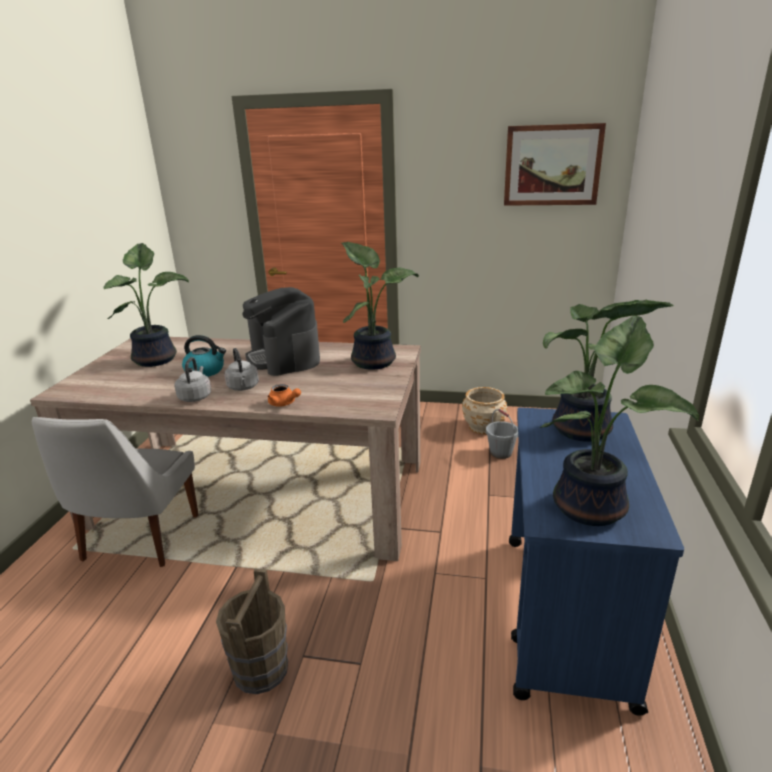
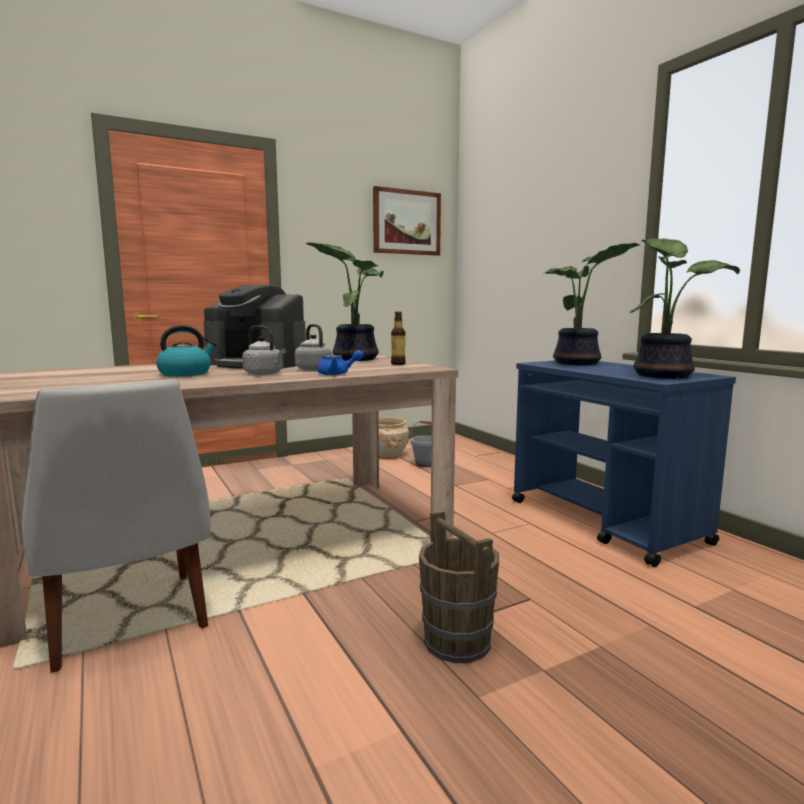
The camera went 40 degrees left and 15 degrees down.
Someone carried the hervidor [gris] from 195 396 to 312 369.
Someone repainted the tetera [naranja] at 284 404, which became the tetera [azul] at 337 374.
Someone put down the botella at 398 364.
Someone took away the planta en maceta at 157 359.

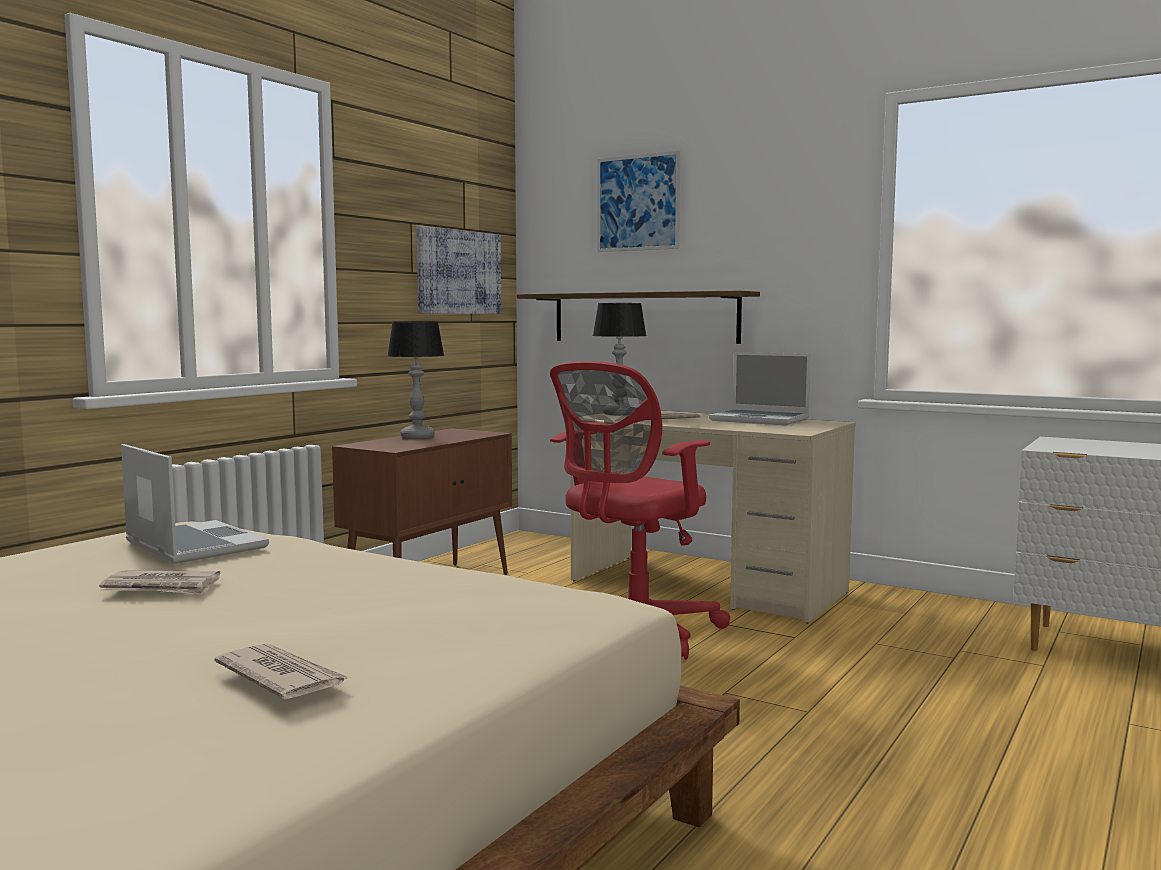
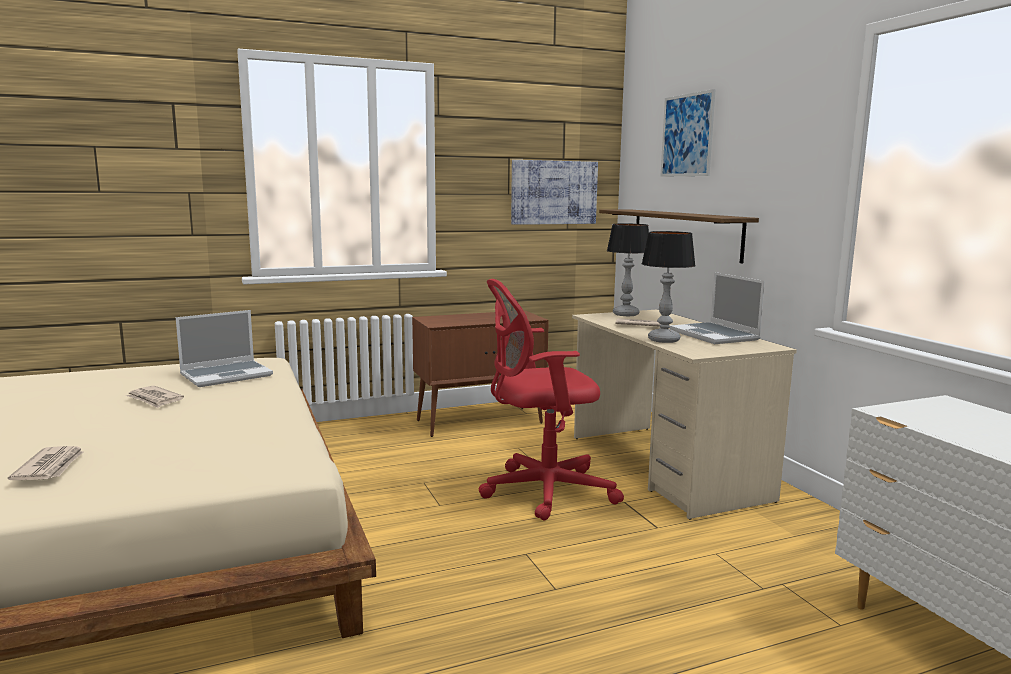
The camera went 35 degrees right and 5 degrees up.
Someone rotated the portátil at 192 545 by 60 degrees clockwise.
Someone carried the lámpara de mesa from 418 437 to 664 340.

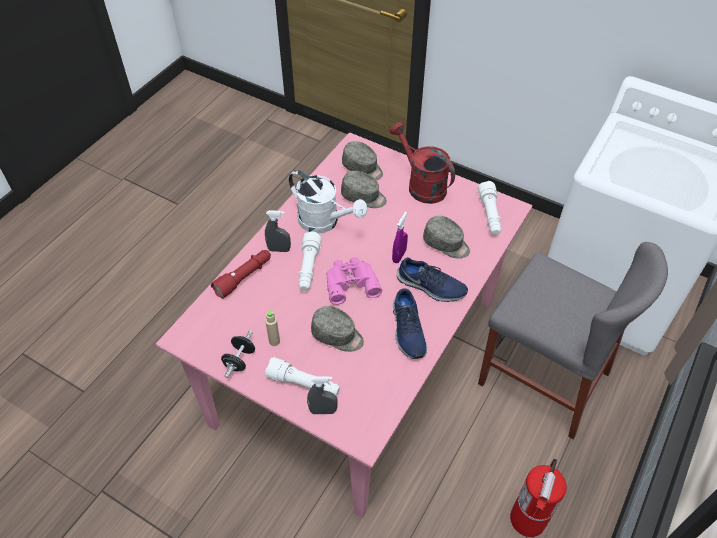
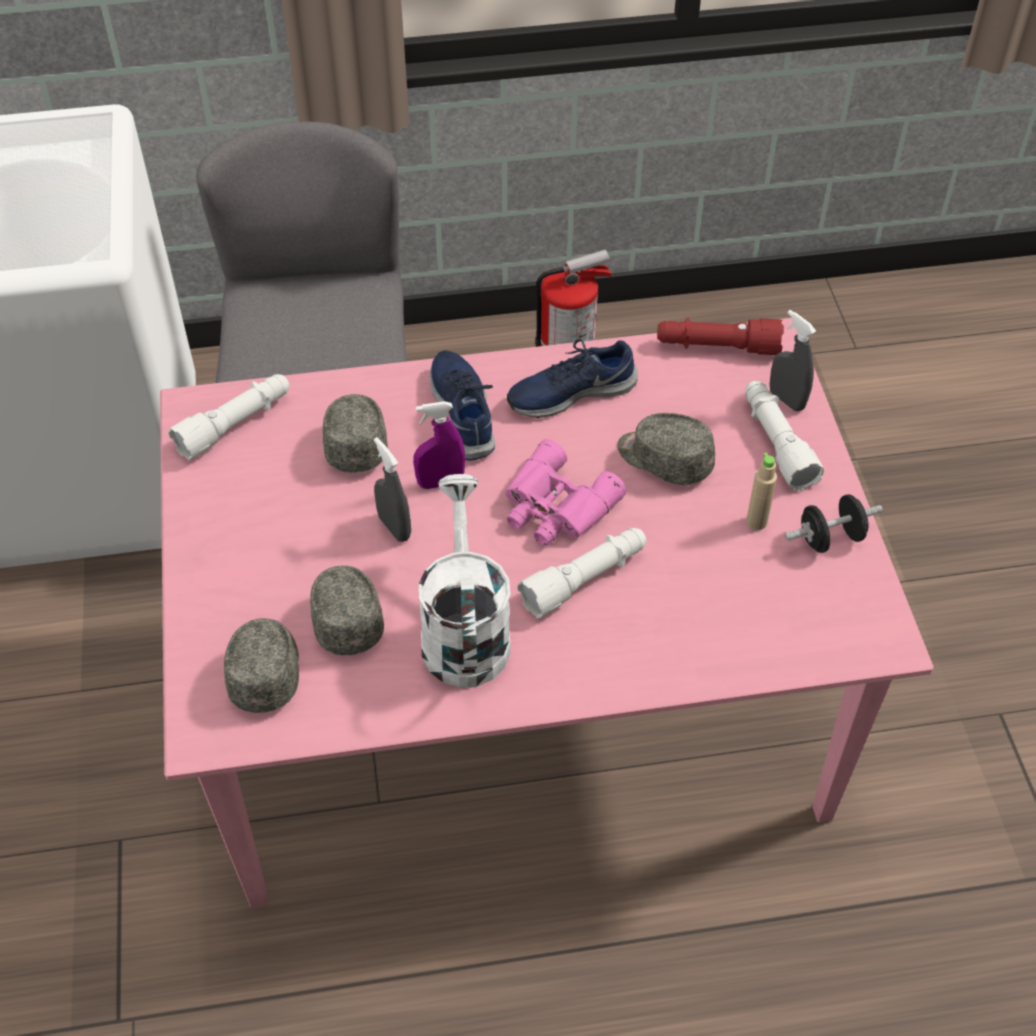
The camera went 130 degrees left and 0 degrees up.
Someone carried the pulverizador [gris] from 279 249 to 394 527.
Someone rotated the zapato [azul] at 407 330 by 150 degrees counterclockwise.
Someone rotated the gorra [gris] at 337 335 by 45 degrees counterclockwise.
Someone carried the linterna [rojo] from 244 277 to 717 347.
Someone took away the regadera [rojo] at 421 185.

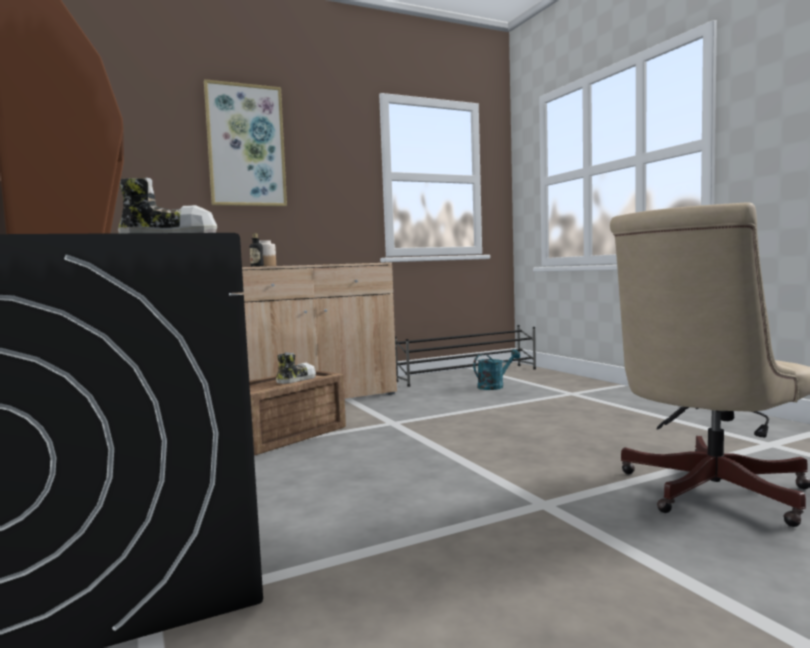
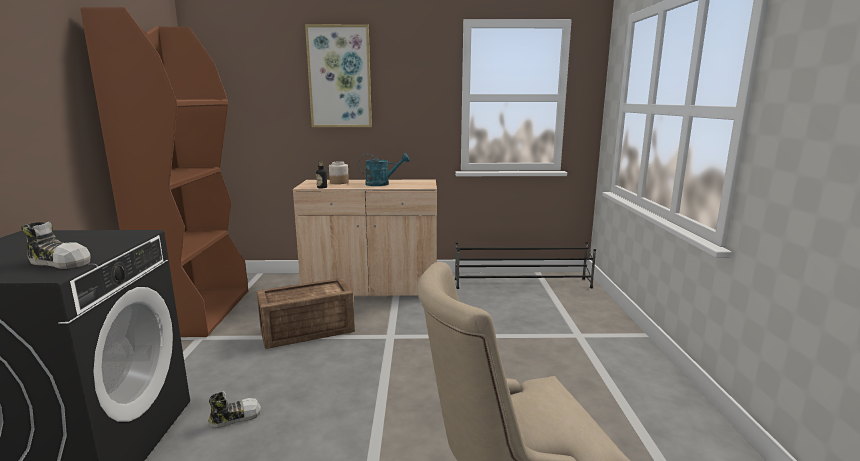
The camera went 25 degrees right and 10 degrees up.
Someone carried the zapato from 295 380 to 235 417.
Someone carried the regadera [turquesa] from 494 386 to 382 184.

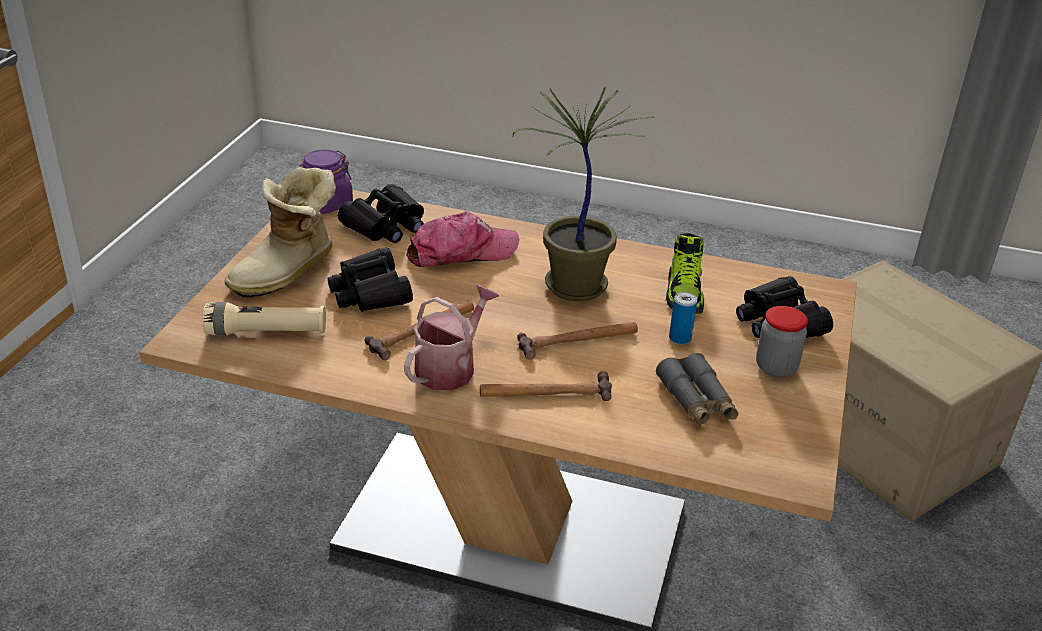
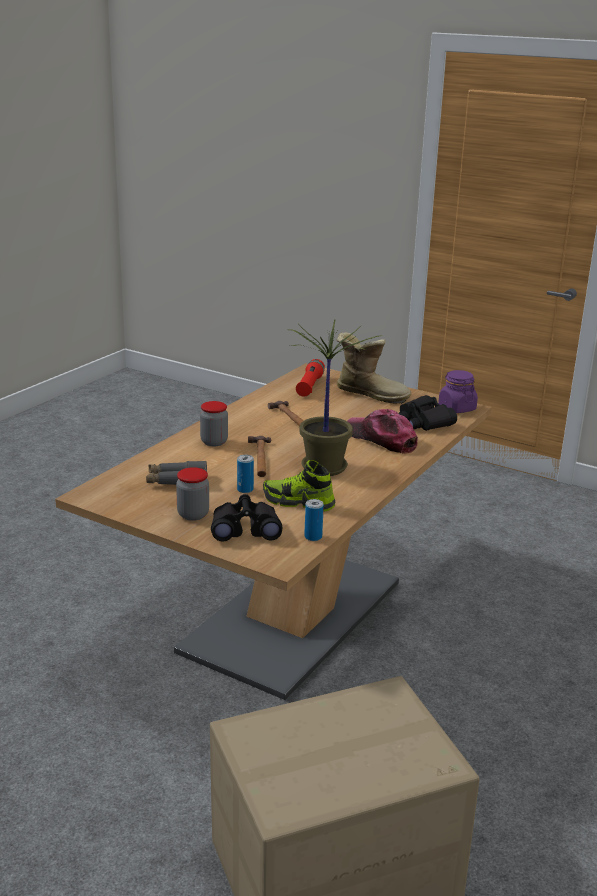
The camera went 105 degrees right and 10 degrees down.
Someone swapped the martillo at 545 392 for the tarro at 214 442.
Someone repainted the linterna [beis] at 266 332, which became the linterna [rojo] at 309 386.
Someone put down the lata at 313 537.
Someone rotated the bota at 288 272 by 150 degrees clockwise.
Someone rotated the gorra at 461 252 by 135 degrees clockwise.
Someone took away the prismáticos [negro] at 370 292.
Someone took away the regadera at 450 367.

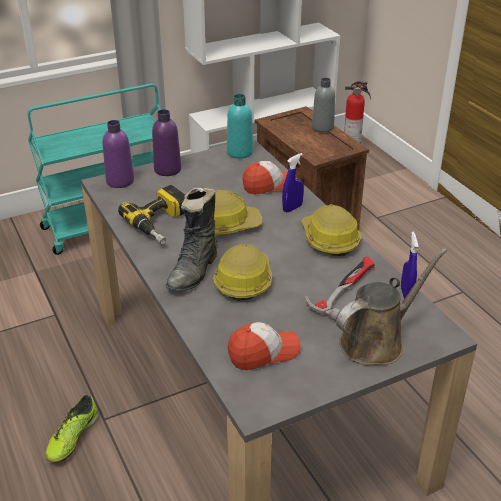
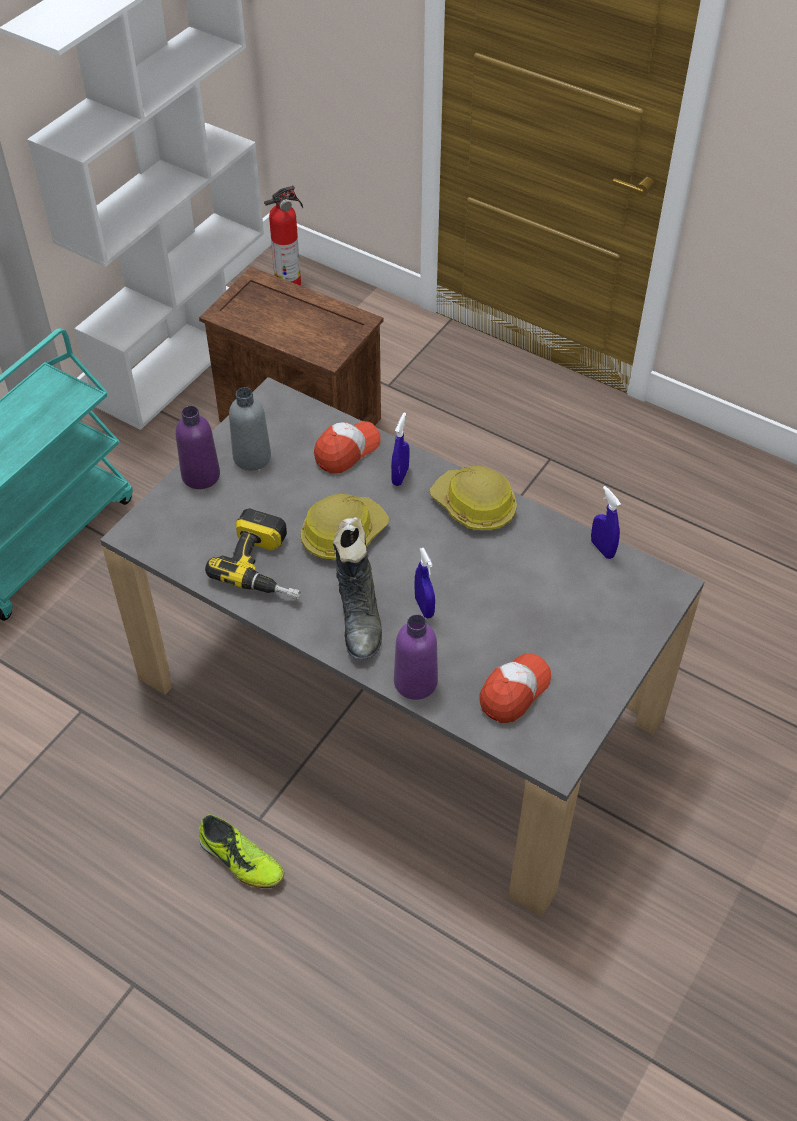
The camera went 30 degrees left and 15 degrees up.
Someone rotated the zapato at 72 438 by 45 degrees counterclockwise.
Someone carried the botella [gris] from 322 127 to 252 457.
Someone carried the botella [morado] from 120 181 to 415 682.
Someone swapped the casco at 243 280 for the pulverizador [azul] at 424 607.
Someone took away the botella [turquesa] at 240 152.
Someone took away the martillo at 343 288.
Someone took away the regadera [marrón] at 376 341.

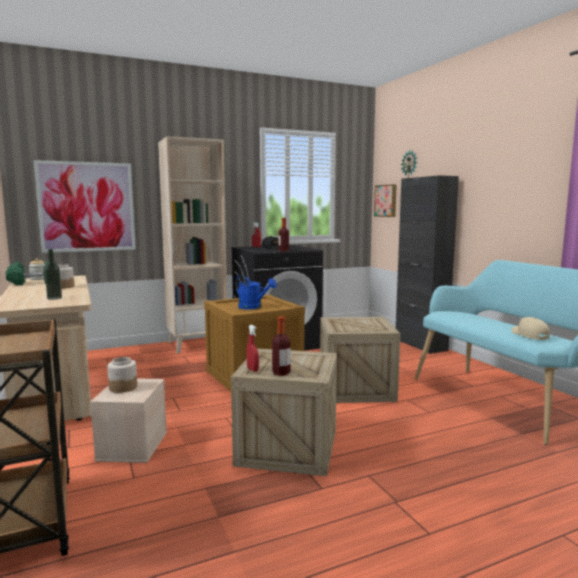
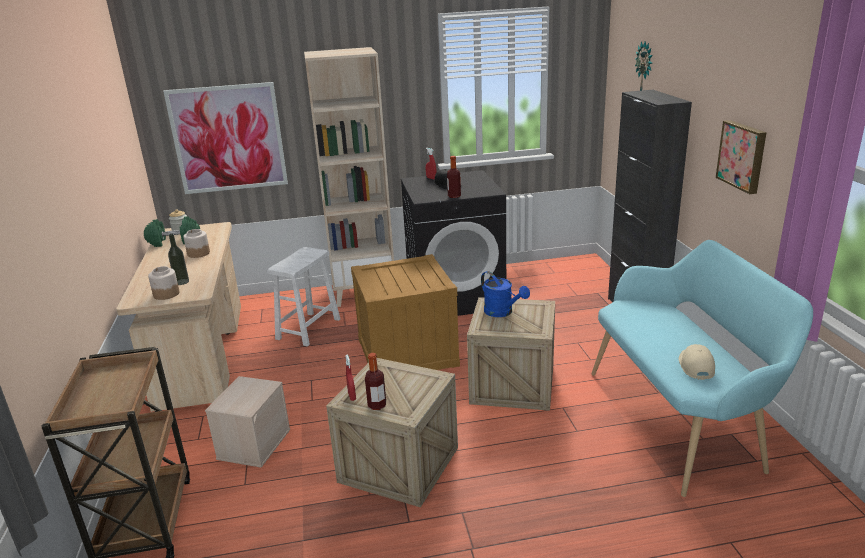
The camera went 15 degrees right and 15 degrees up.
Someone carried the tarro from 123 387 to 166 294.
Someone put down the taburete [blanco] at 308 329.
Someone carried the regadera [azul] from 253 307 to 502 312.
Someone carried the cuadro from 386 200 to 743 156.

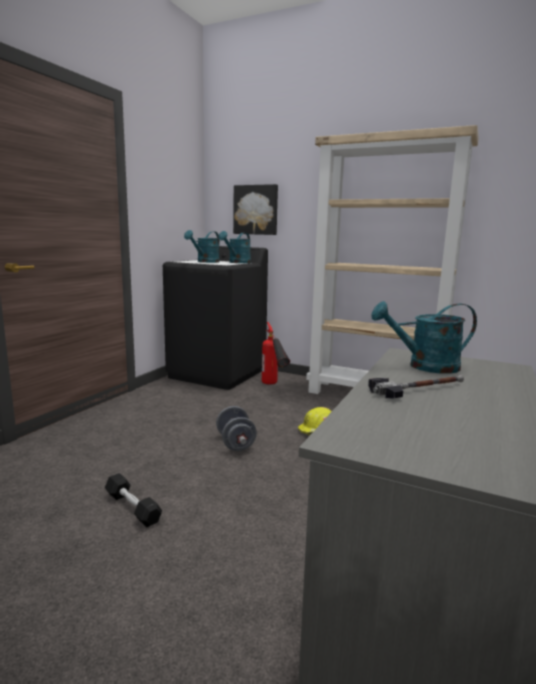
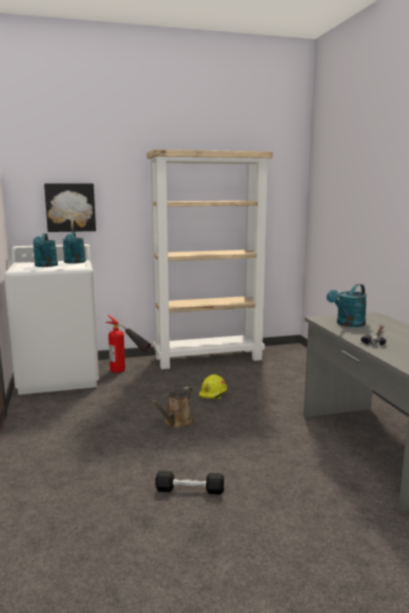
The camera went 40 degrees left and 0 degrees up.
Someone repainted the lavadora [negro] at 217 374, which became the lavadora [blanco] at 60 376.
Someone swapped the mancuerna [gris] at 235 443 for the regadera [marrón] at 177 423.

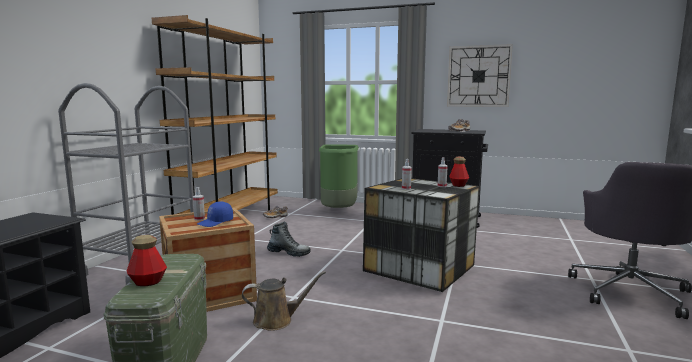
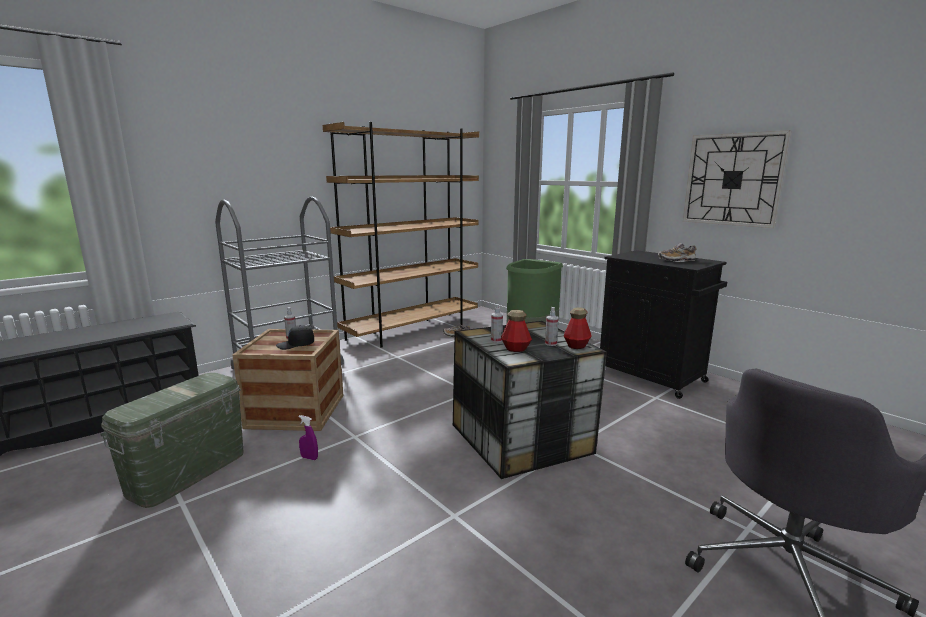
The camera went 30 degrees right and 5 degrees up.
Someone repainted the gorra [azul] at 215 222, which became the gorra [negro] at 295 345.
Someone swapped the regadera [marrón] at 277 320 for the pulverizador [morado] at 309 458.
Someone carried the botella from 148 282 to 515 349.
Someone took away the bota at 289 253.

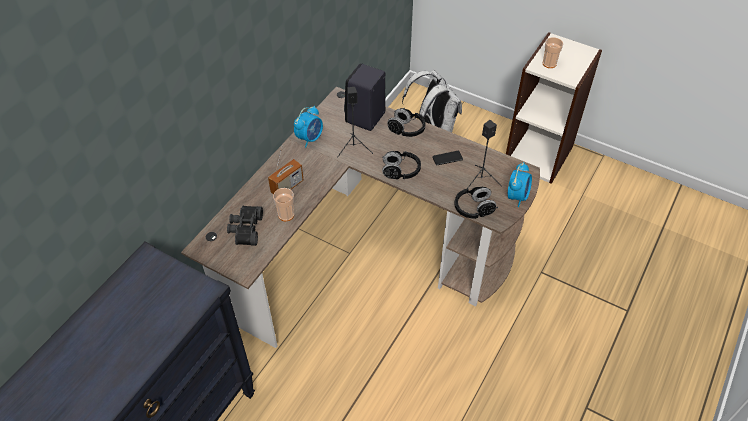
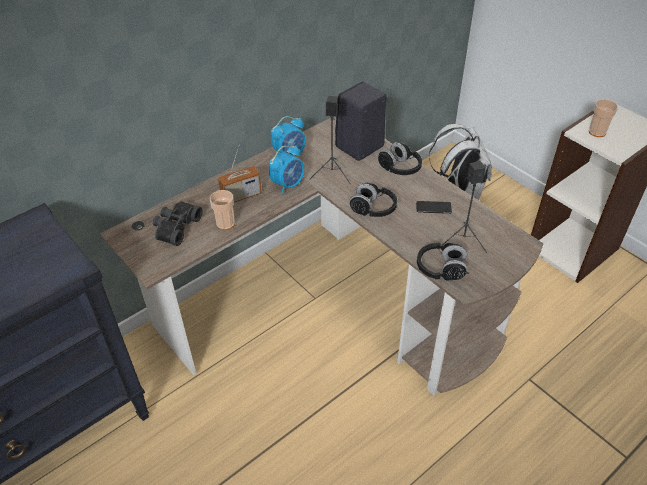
The camera went 20 degrees right and 5 degrees down.
Someone carried the despertador from 517 196 to 288 184.

